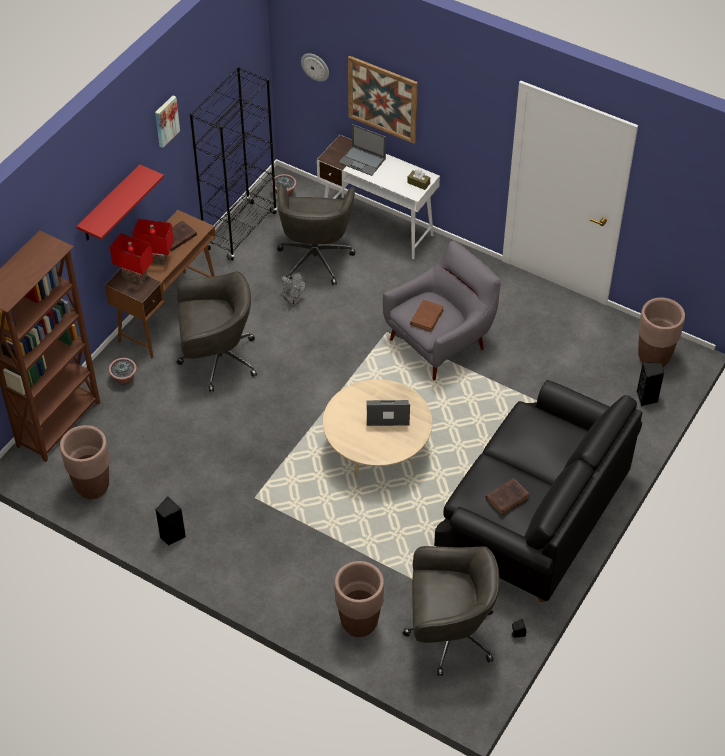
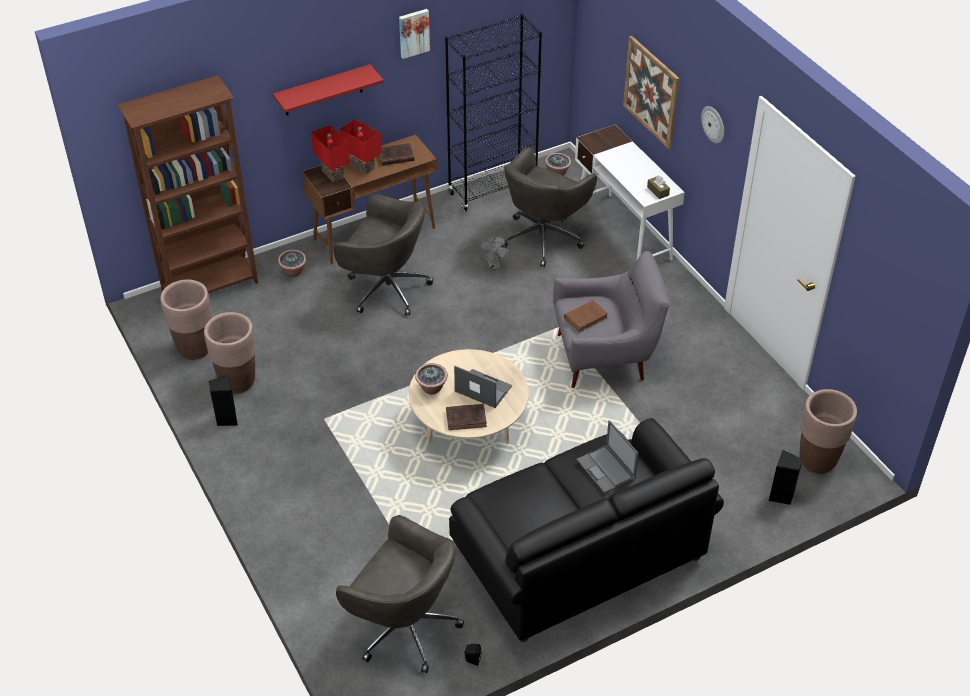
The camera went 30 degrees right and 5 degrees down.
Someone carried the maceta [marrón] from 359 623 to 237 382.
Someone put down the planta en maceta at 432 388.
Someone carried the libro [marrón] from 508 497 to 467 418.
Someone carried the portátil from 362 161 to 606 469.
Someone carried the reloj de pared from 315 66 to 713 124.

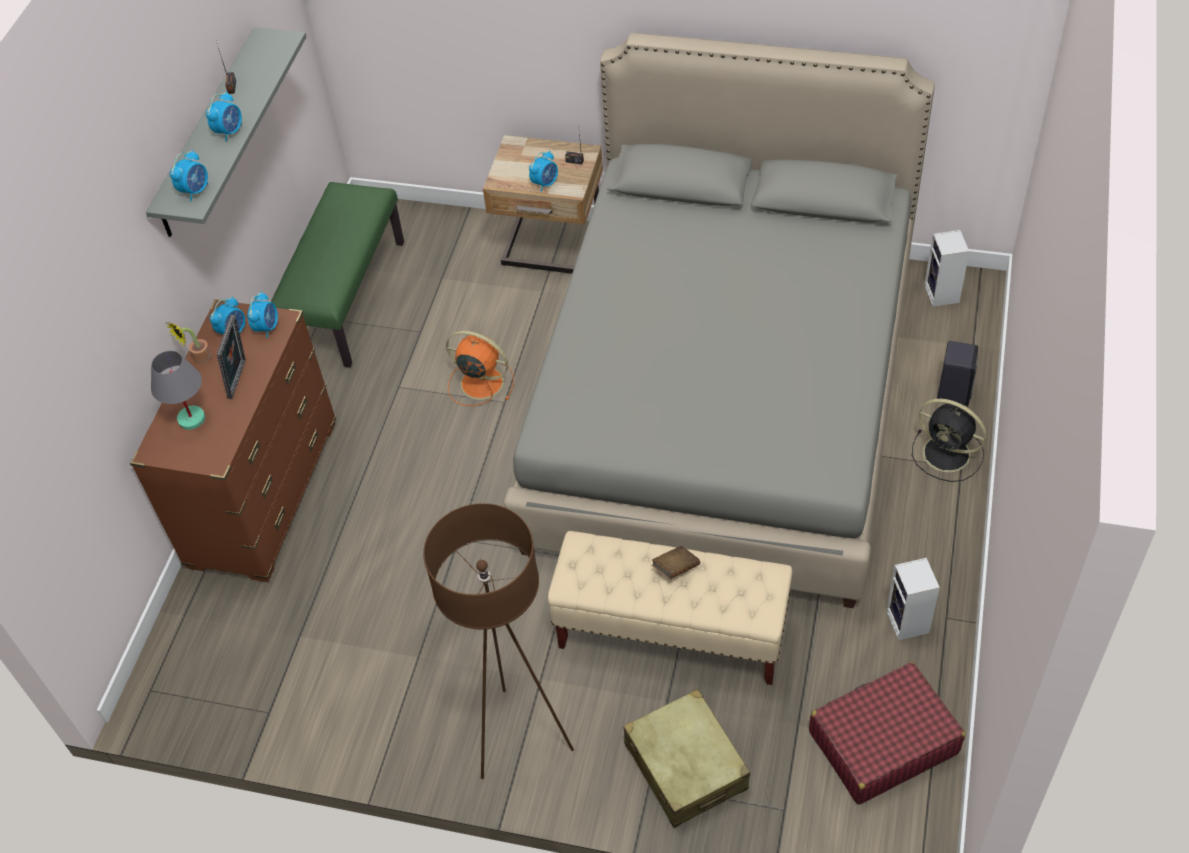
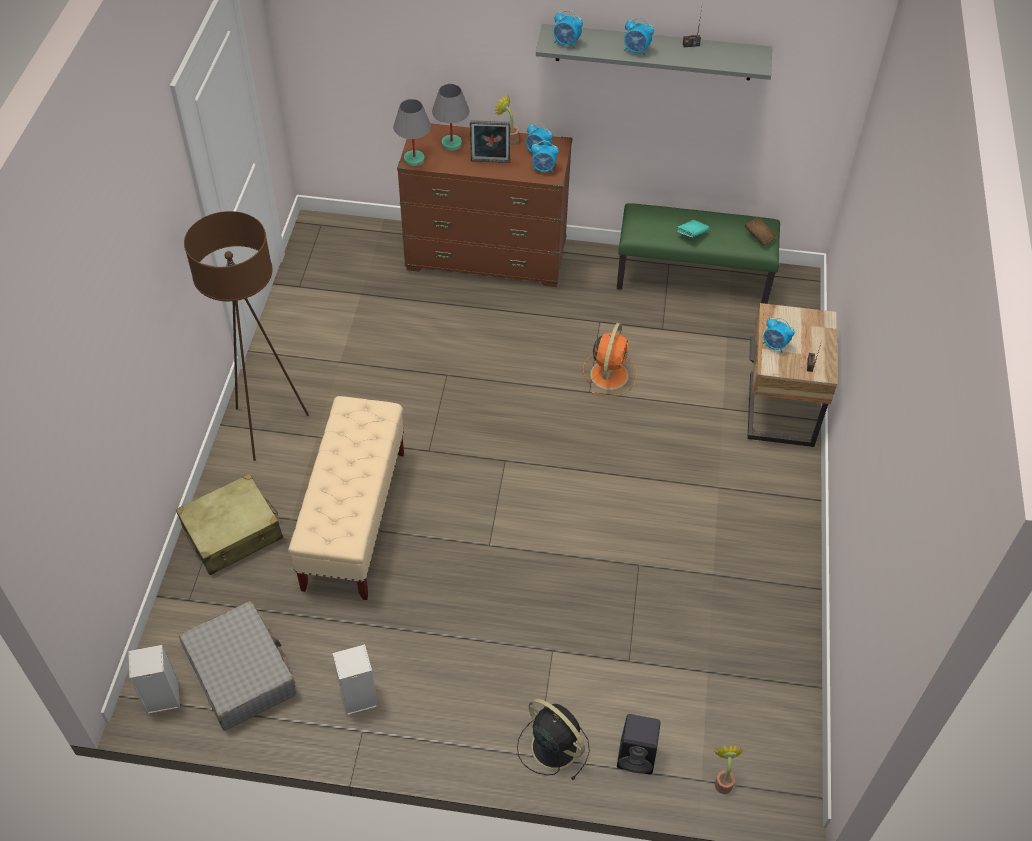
The camera went 80 degrees right and 0 degrees up.
Someone carried the altavoz from 943 295 to 161 699.
Someone repainted the maleta [rojo] at 882 742, which became the maleta [gris] at 241 673.
Someone put down the lámpara de mesa [gris] at 414 159.
Someone rotated the ventilador [negro] at 948 454 by 105 degrees clockwise.
Someone put down the libro [turquesa] at 692 234.
Someone put down the planta en maceta at 723 781.
Someone carried the libro [marrón] from 675 568 to 759 237.
Someone took away the cama [gris] at 723 400.

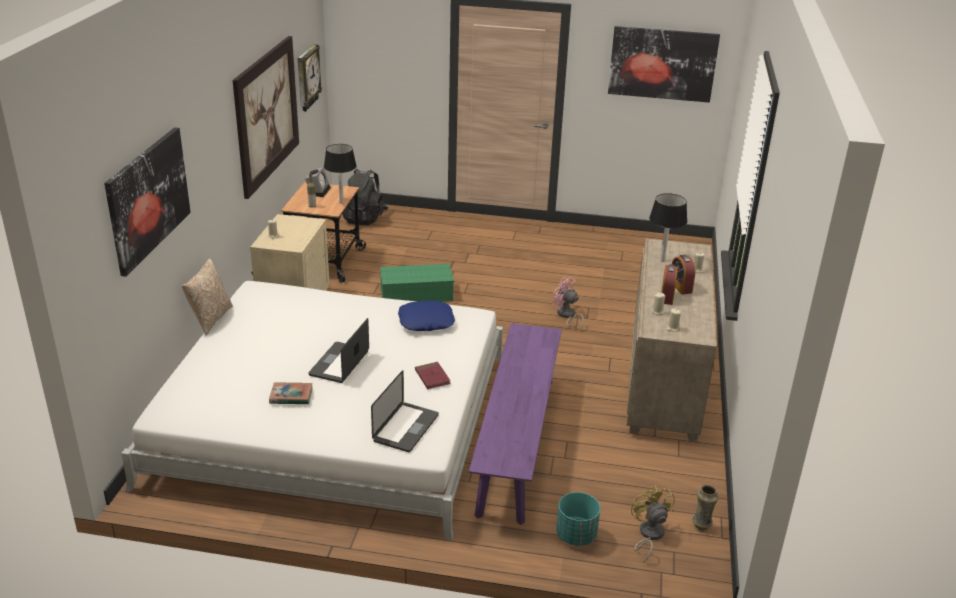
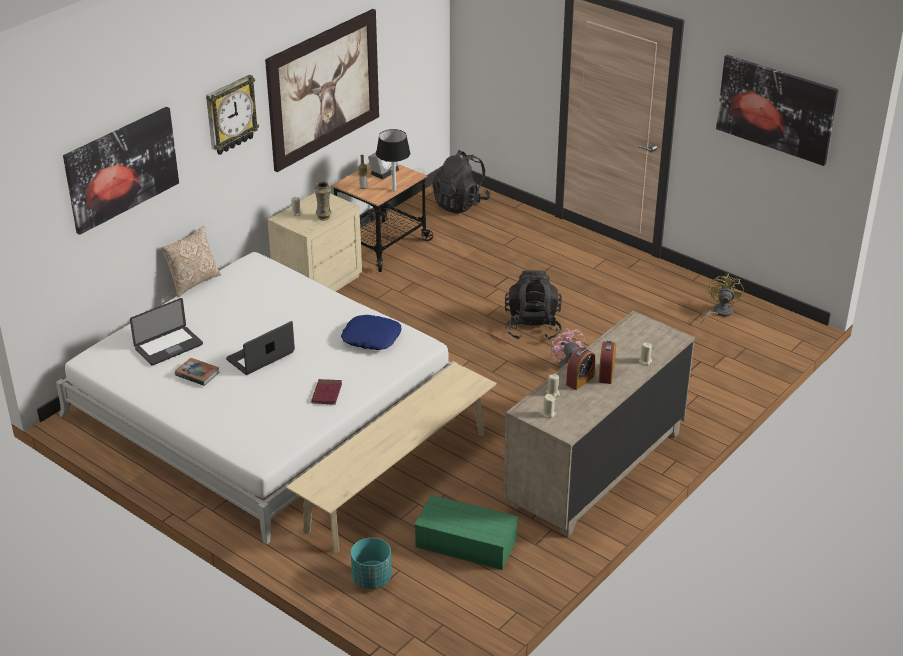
The camera went 30 degrees right and 5 degrees up.
Someone carried the portátil from 406 428 to 169 347.
Someone carried the reloj de pared from 307 78 to 230 115.
Someone repainted the banco [morado] at 516 443, which became the banco [beis] at 397 481.
Someone carried the florero from 701 526 to 324 217.
Someone carried the caja de almacenaje [verde] from 415 294 to 464 543.
Someone put down the mochila [negro] at 532 327.
Someone carried the ventilador [amarillo] from 649 535 to 719 312.
Someone took away the lámpara de mesa [negro] at 662 260.

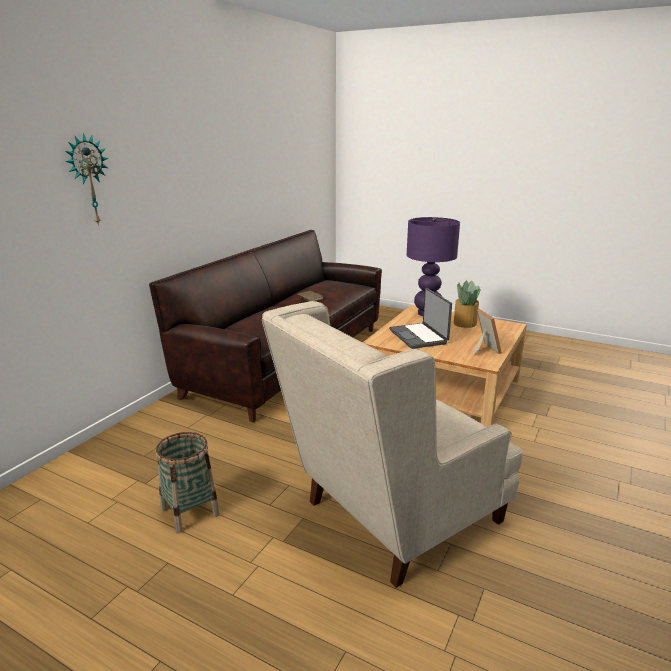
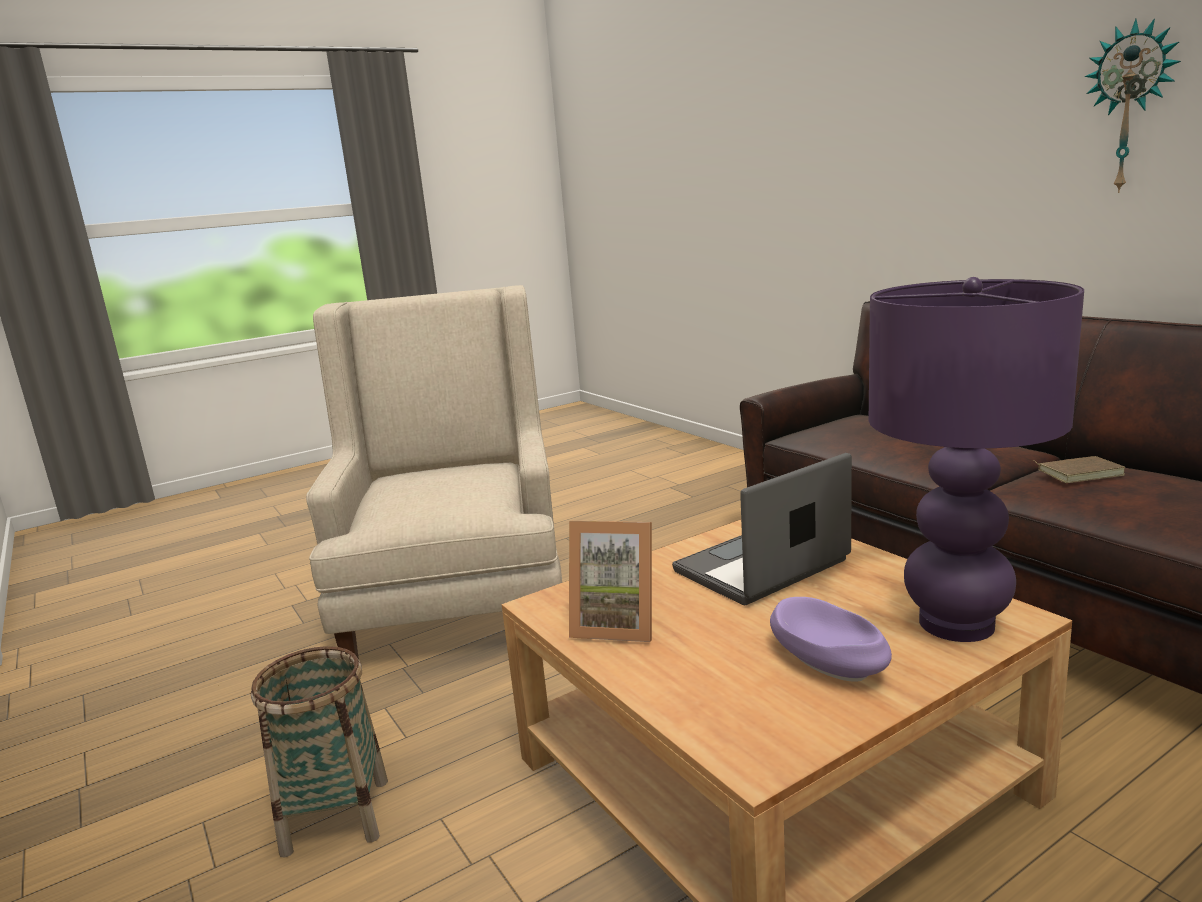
The camera went 120 degrees right and 5 degrees down.
Someone carried the cesta from 190 512 to 336 816.
Someone rotated the portátil at 419 336 by 45 degrees counterclockwise.
Someone swapped the planta en maceta at 464 323 for the cuenco [morado] at 828 661.
Someone carried the reloj de pared from 88 180 to 1130 108.

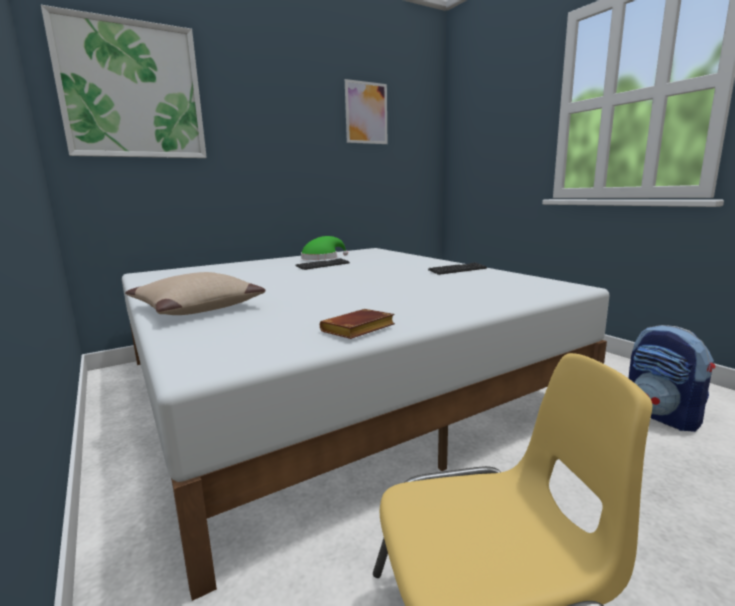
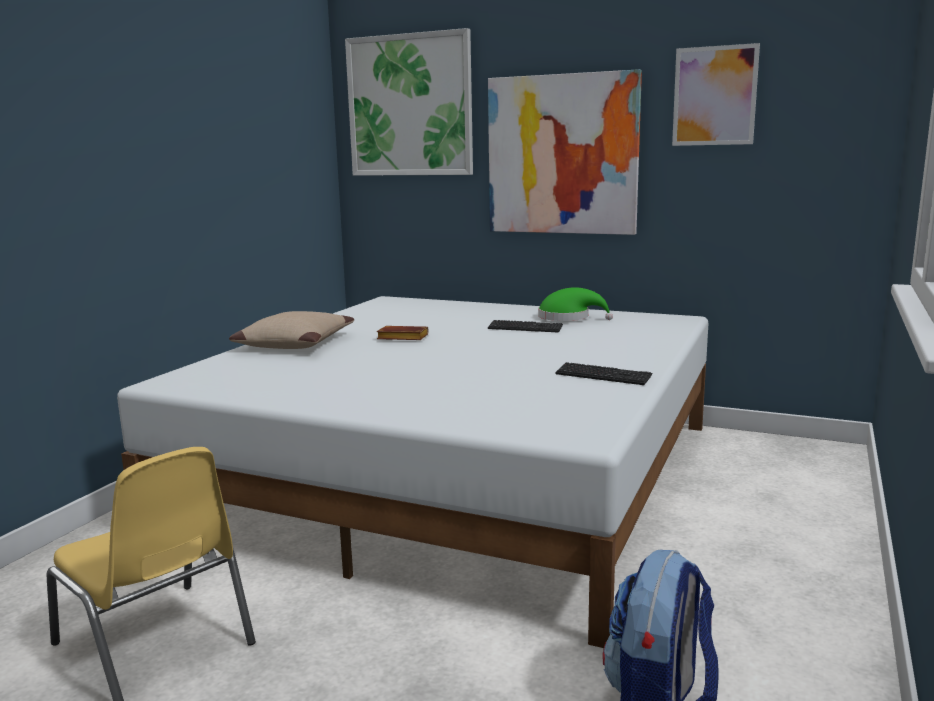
The camera went 55 degrees right and 0 degrees up.
Someone carried the libro [marrón] from 357 330 to 401 338.
Someone put up the cuadro at 562 155.

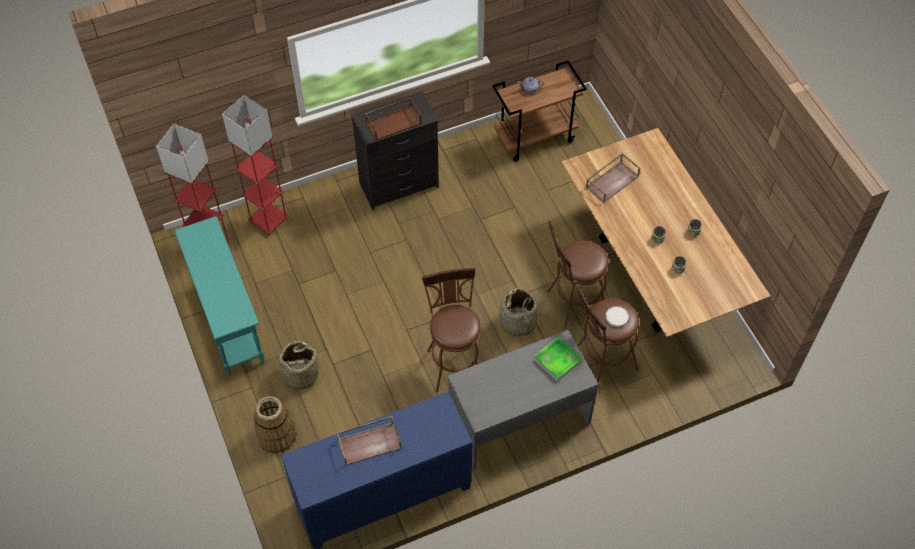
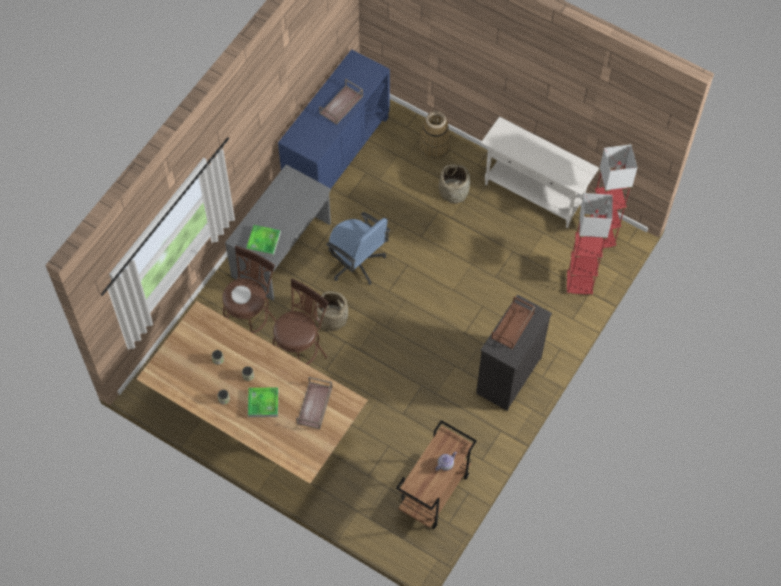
The camera went 145 degrees right and 5 degrees up.
Someone put down the bandeja at 263 403.
Someone swapped the taburete [marrón] at 453 361 for the silla de oficina [azul] at 356 262.
Someone repainted the mesa consola [turquesa] at 229 323, which became the mesa consola [blanco] at 533 195.

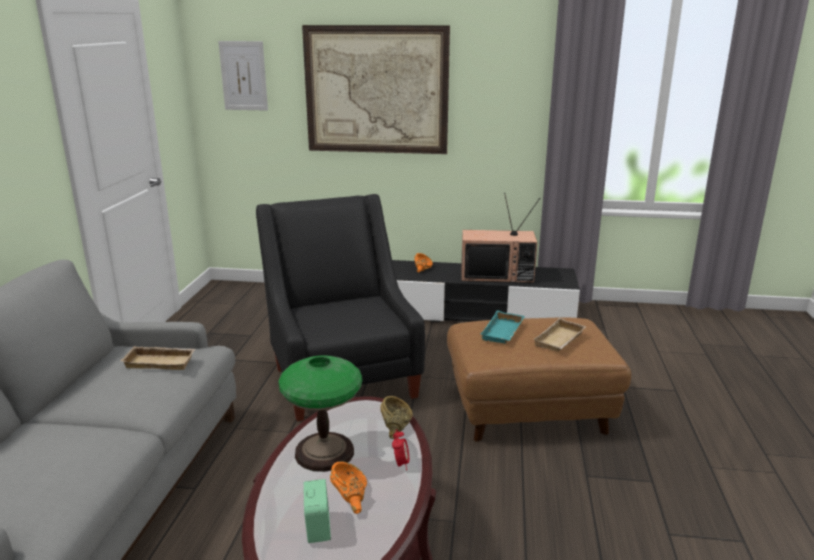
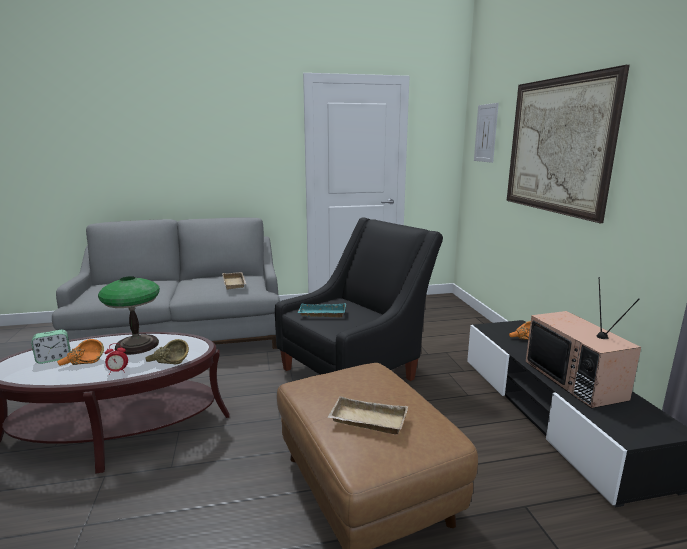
The camera went 70 degrees right and 5 degrees down.
Someone carried the bandeja [turquesa] from 503 332 to 321 314.

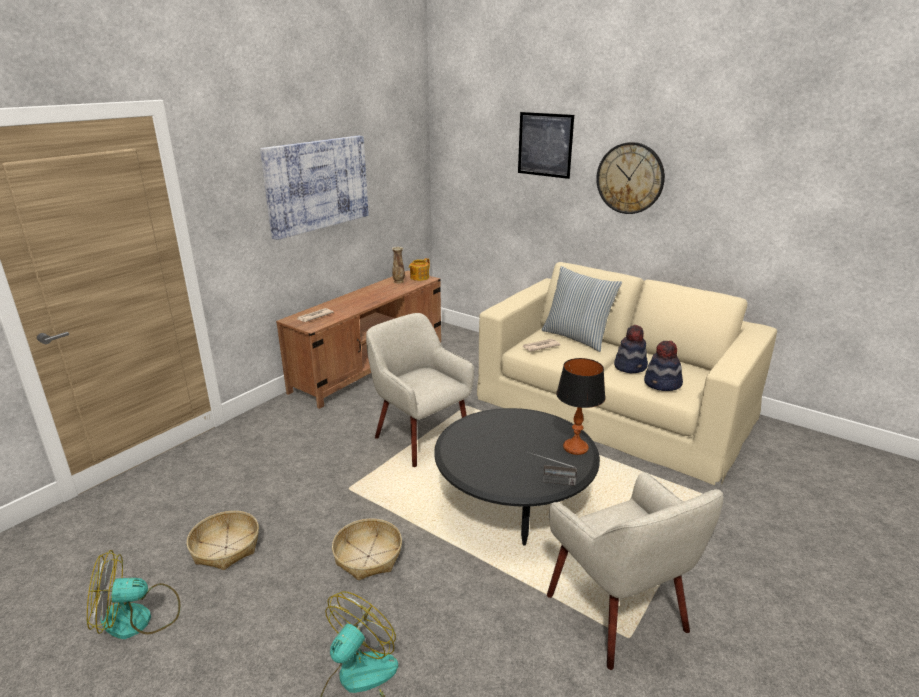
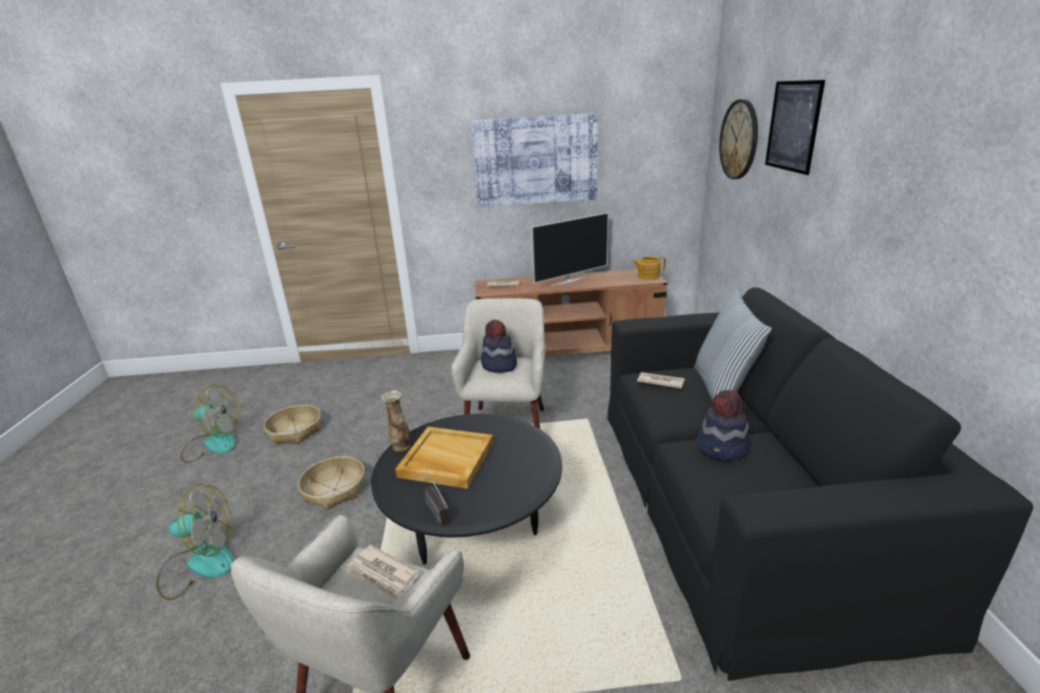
The camera went 50 degrees right and 0 degrees up.
Someone rotated the ventilador at 139 618 by 150 degrees clockwise.
Someone put down the periódico at 382 575.
Someone carried the florero from 398 282 to 401 446.
Someone put down the bandeja [beis] at 446 460.
Someone carried the sombrero from 662 384 to 499 365.
Someone put down the televisor at 569 280.
Someone repainted the sofá [beis] at 614 406, which became the sofá [negro] at 742 501.
Someone carried the reloj de pared from 630 178 to 739 140.
Someone took away the lámpara de mesa at 575 447.

